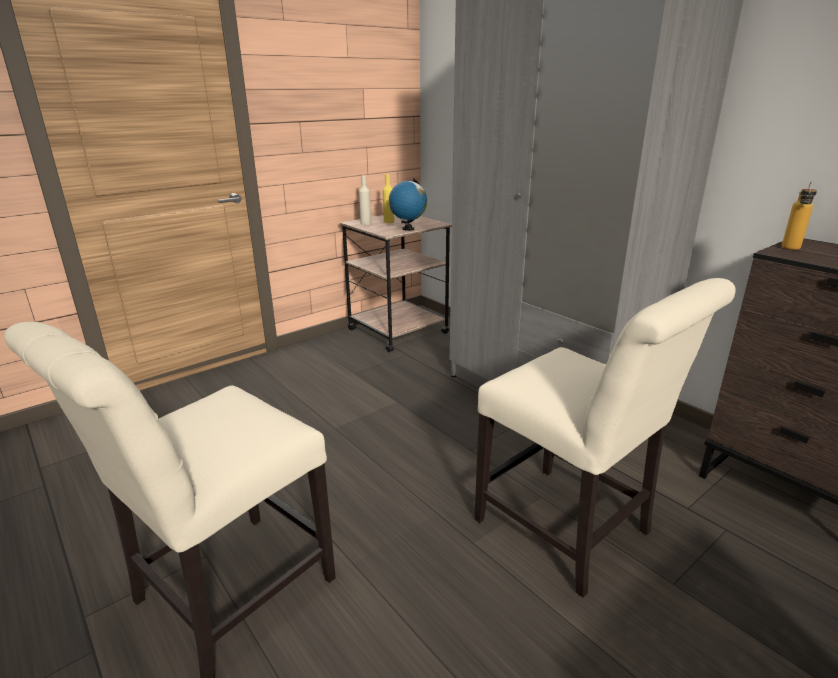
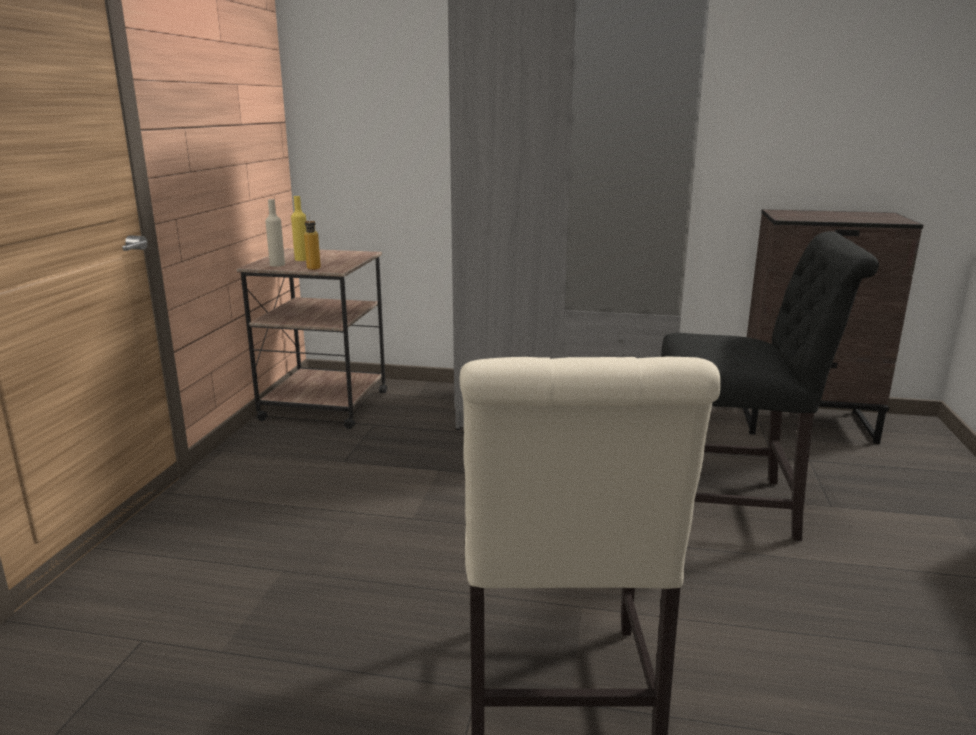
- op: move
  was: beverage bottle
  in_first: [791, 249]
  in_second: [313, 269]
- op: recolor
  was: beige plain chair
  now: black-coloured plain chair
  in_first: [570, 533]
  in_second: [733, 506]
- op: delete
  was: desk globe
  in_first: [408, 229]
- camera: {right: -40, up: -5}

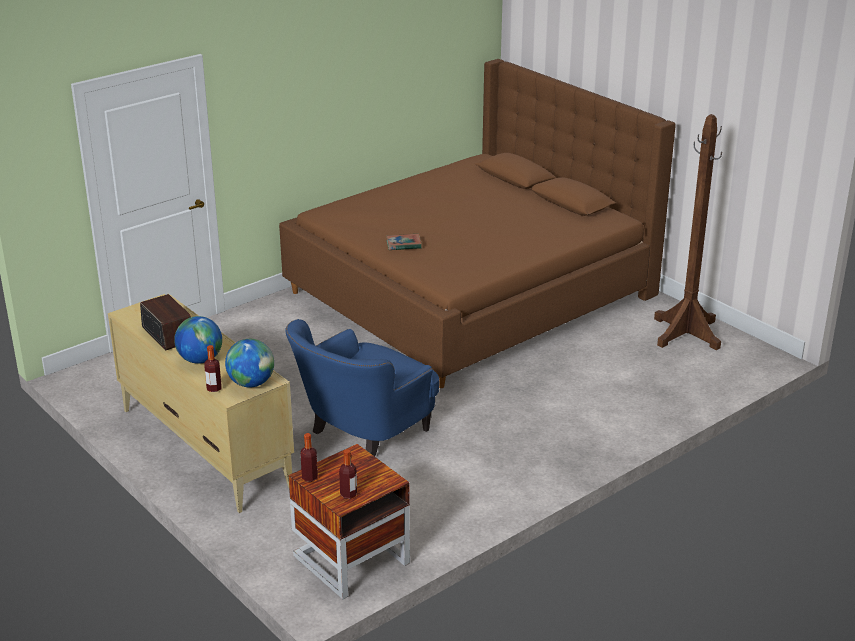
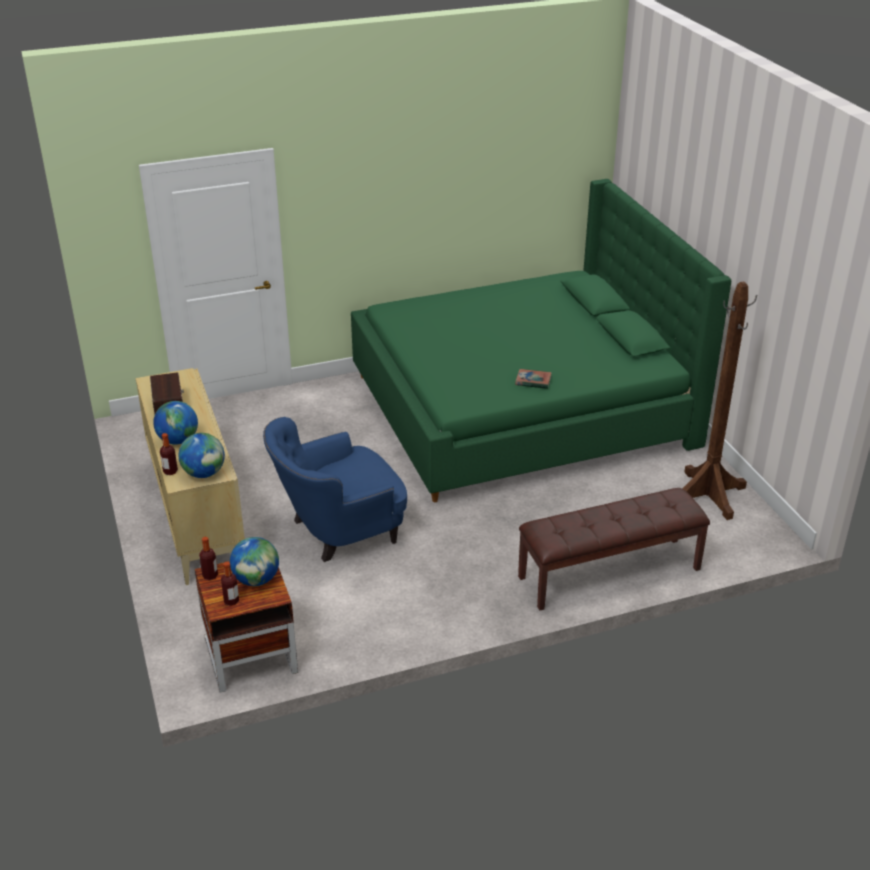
- op: insert
  now: desk globe
  in_second: [256, 580]
- op: recolor
  was: brownish bedroom bed
  now: green-coloured bedroom bed
  in_first: [472, 293]
  in_second: [523, 409]
- op: move
  was: bound book
  in_first: [403, 244]
  in_second: [533, 381]
- op: insert
  now: brownish indoor bench
  in_second: [609, 574]
- camera: {right: 20, up: 5}

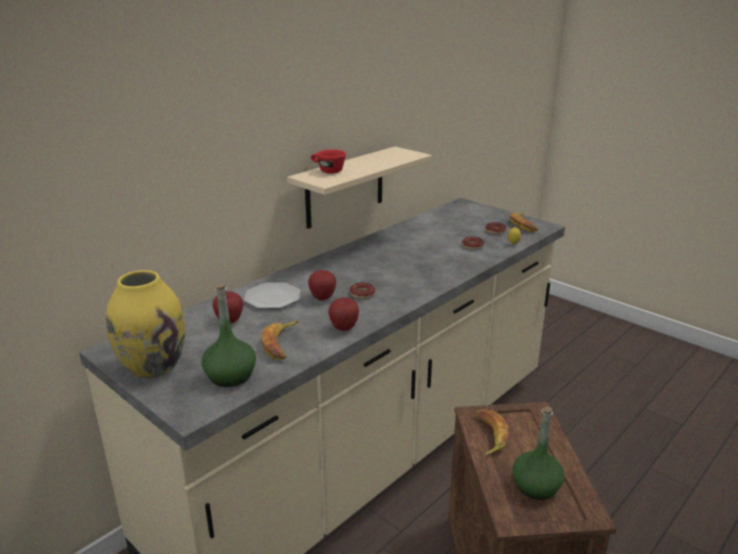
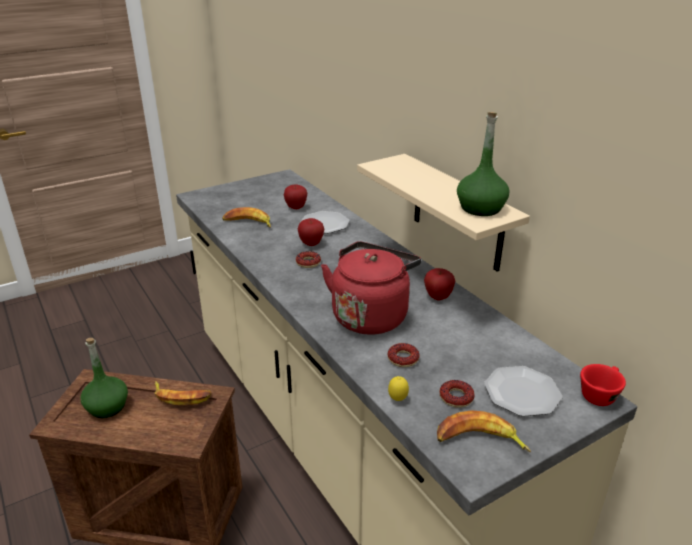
- op: insert
  now: reddish kettle
  in_second: [371, 315]
- op: move
  was: apple
  in_first: [344, 328]
  in_second: [438, 297]
- op: move
  was: green-coloured beverage bottle
  in_first: [230, 376]
  in_second: [480, 208]
- op: insert
  now: plate
  in_second: [521, 393]
- op: move
  was: reddish drinking cup
  in_first: [327, 171]
  in_second: [599, 394]
- op: delete
  was: yellow flower vase
  in_first: [153, 367]
- camera: {right: 105, up: 5}

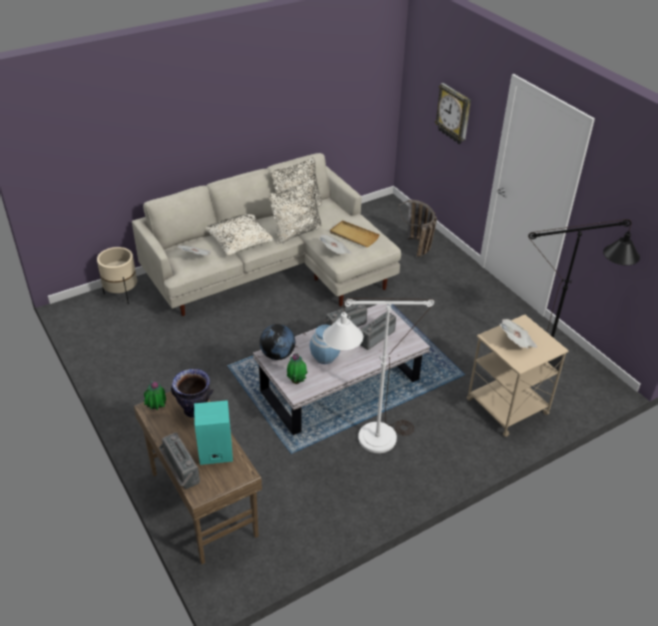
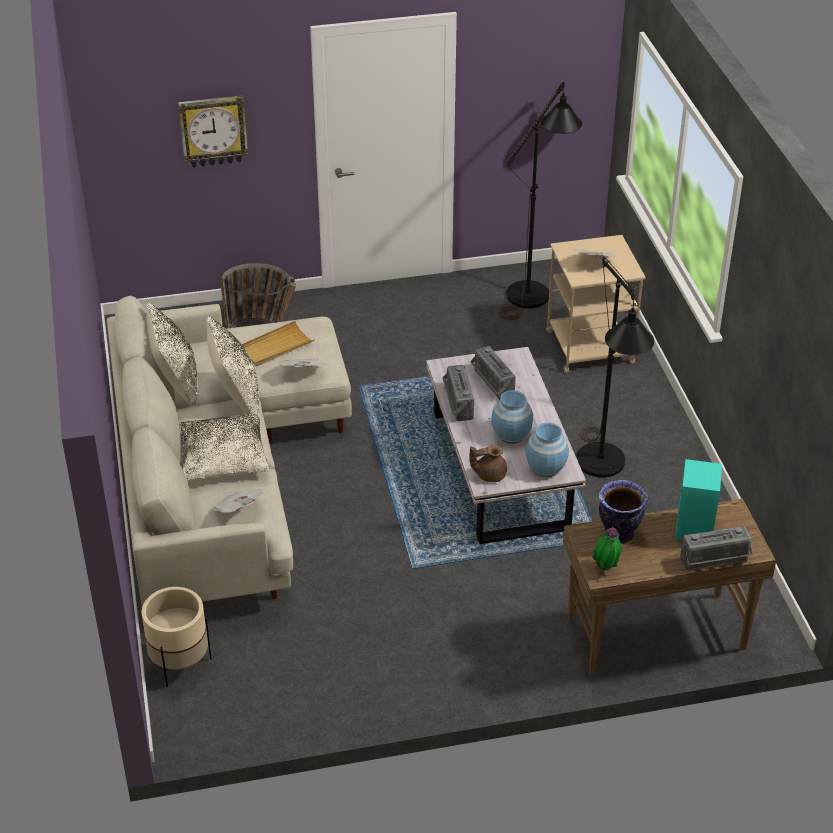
- op: replace
  was: desk globe
  now: brownish tea pot
  in_first: [277, 355]
  in_second: [489, 474]
- op: replace
  was: plant in a pot
  now: blue-coloured flower vase
  in_first: [297, 381]
  in_second: [546, 468]
- op: recolor
  was: whitish standard lamp
  now: black-coloured standard lamp
  in_first: [367, 442]
  in_second: [603, 470]
- camera: {right: -70, up: 0}

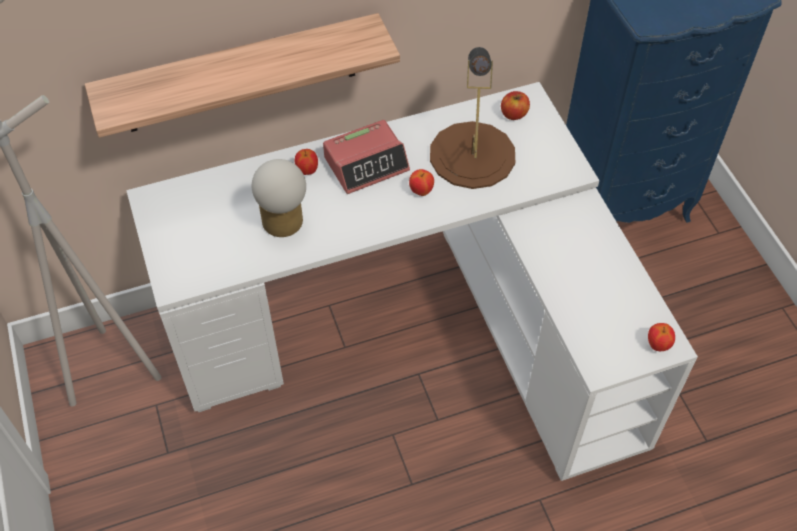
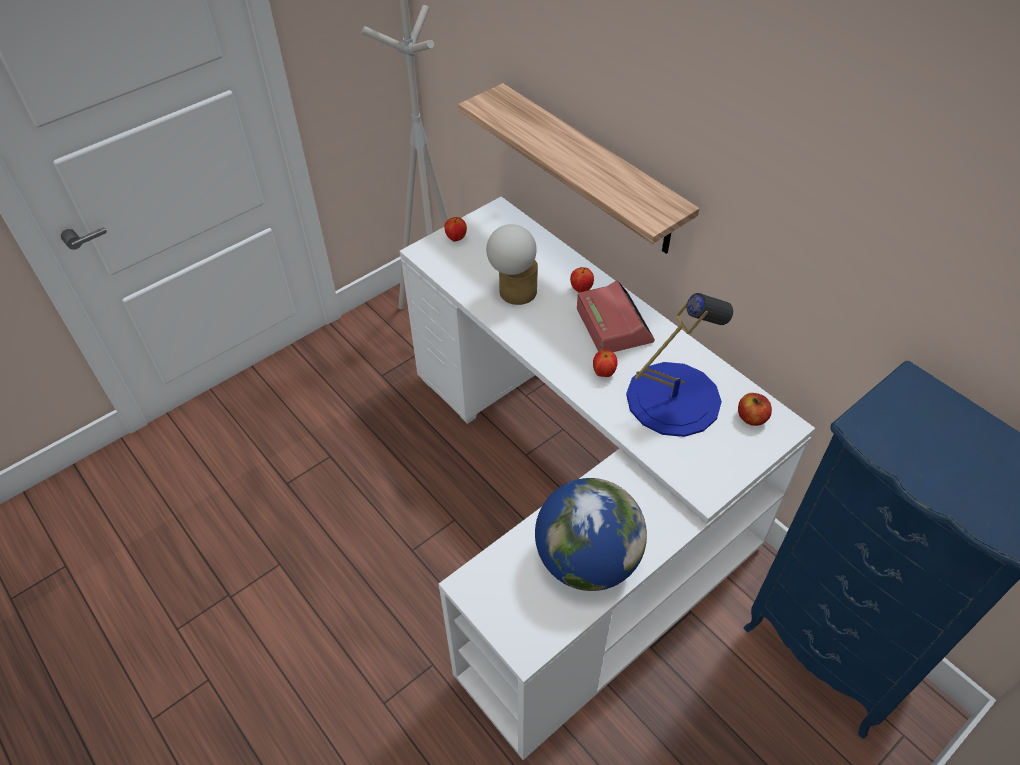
- op: move
  was: apple
  in_first: [658, 345]
  in_second: [456, 238]
- op: insert
  now: desk globe
  in_second: [587, 560]
- op: rotate
  was: bedside clock
  in_first: [366, 163]
  in_second: [613, 325]
  clockwise: -150
- op: recolor
  was: brownish tabletop lamp
  now: blue-coloured tabletop lamp
  in_first: [472, 155]
  in_second: [673, 398]
- camera: {right: 70, up: -5}

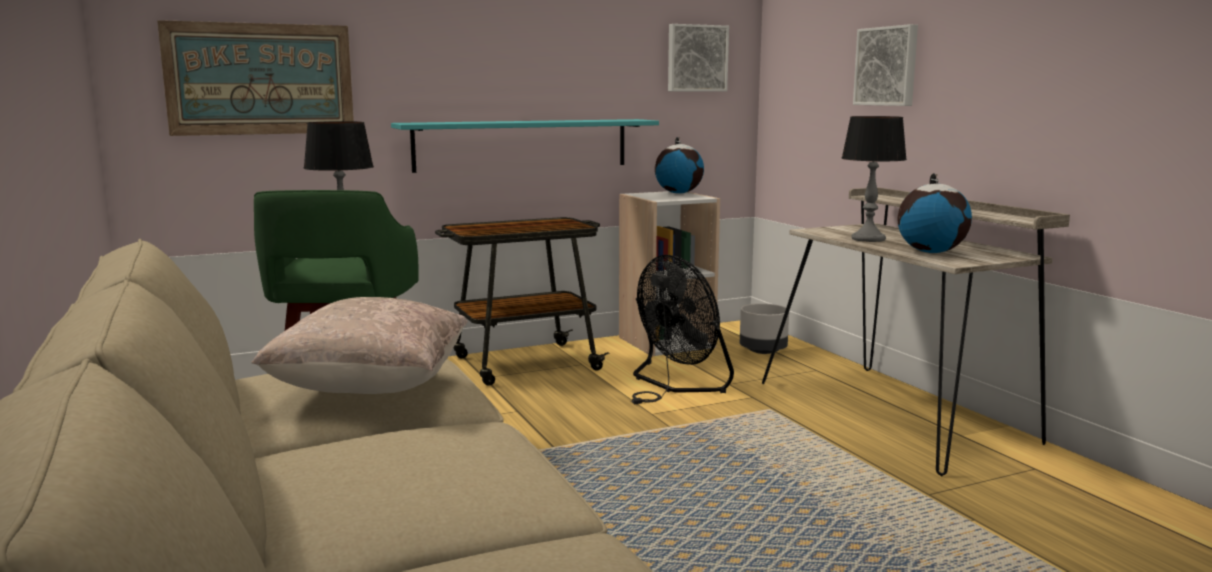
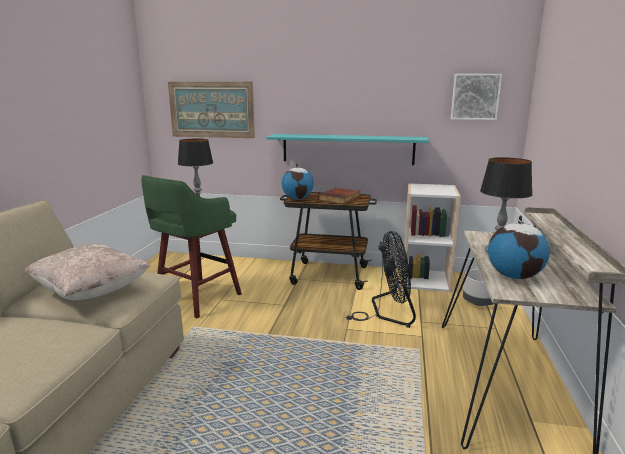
- op: move
  was: desk globe
  in_first: [678, 193]
  in_second: [298, 198]
- op: insert
  now: bound book
  in_second: [340, 198]
- op: delete
  was: wall art
  in_first: [887, 66]
- camera: {right: 35, up: 5}

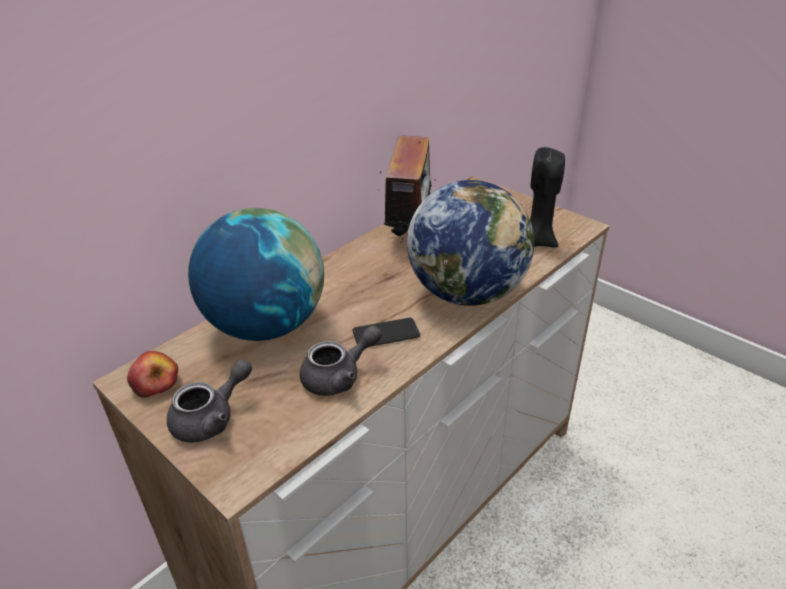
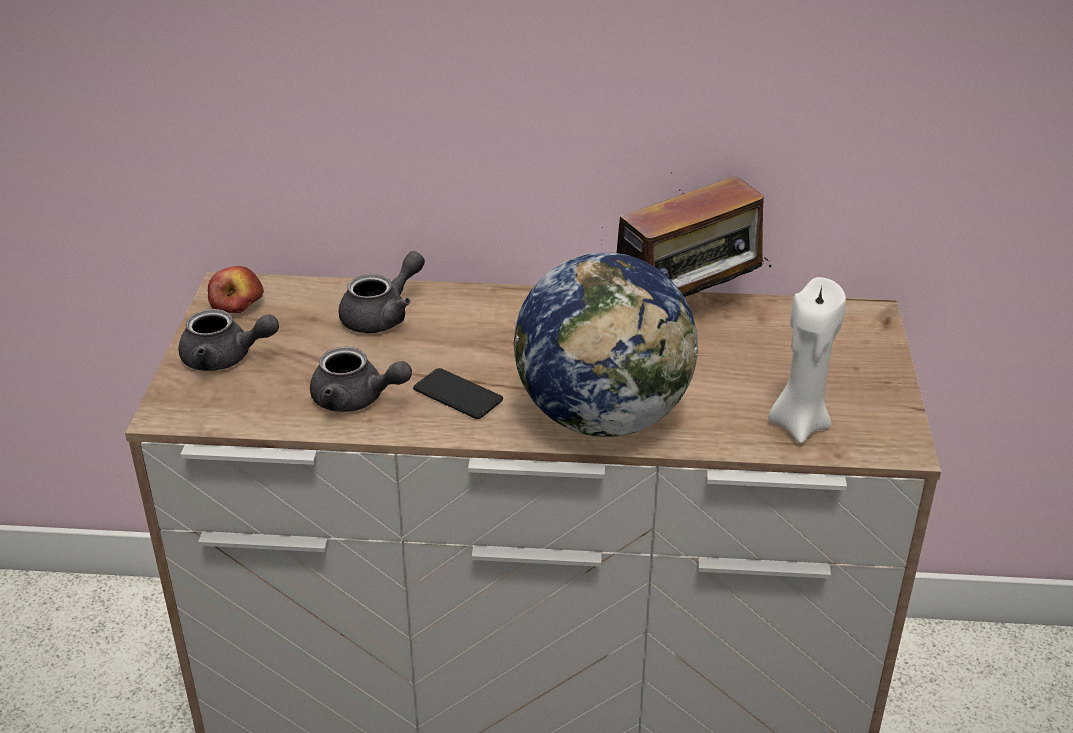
- op: replace
  was: desk globe
  now: grey tea pot
  in_first: [266, 325]
  in_second: [383, 315]
- op: recolor
  was: black-coloured wax candle
  now: whitish wax candle
  in_first: [537, 241]
  in_second: [798, 424]
- camera: {right: 50, up: 0}

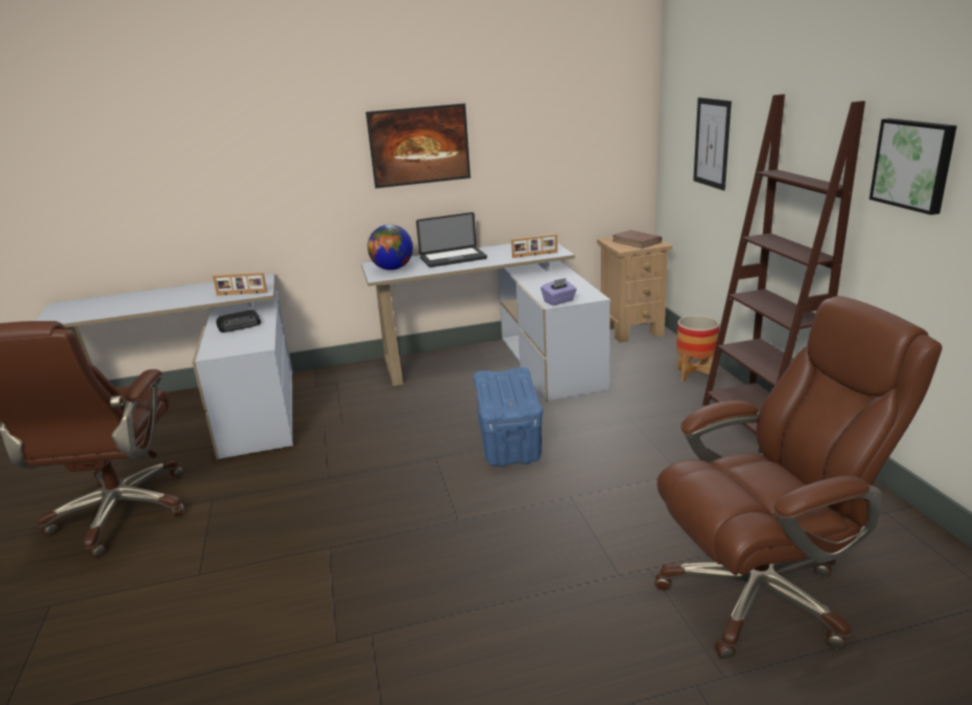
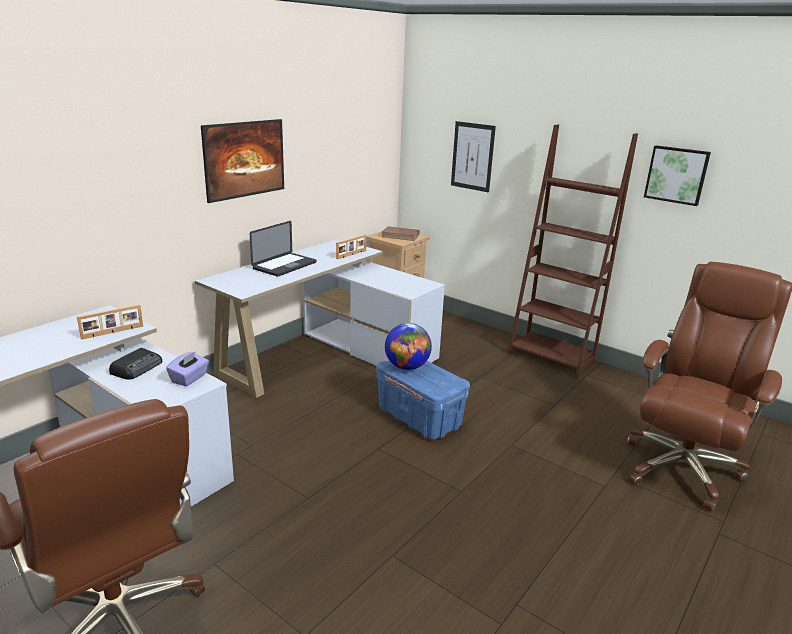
- op: move
  was: purple-coloured tissue box
  in_first: [559, 301]
  in_second: [189, 378]
- op: move
  was: desk globe
  in_first: [392, 269]
  in_second: [407, 367]
- op: delete
  was: planter
  in_first: [694, 375]
- camera: {right: -40, up: 0}

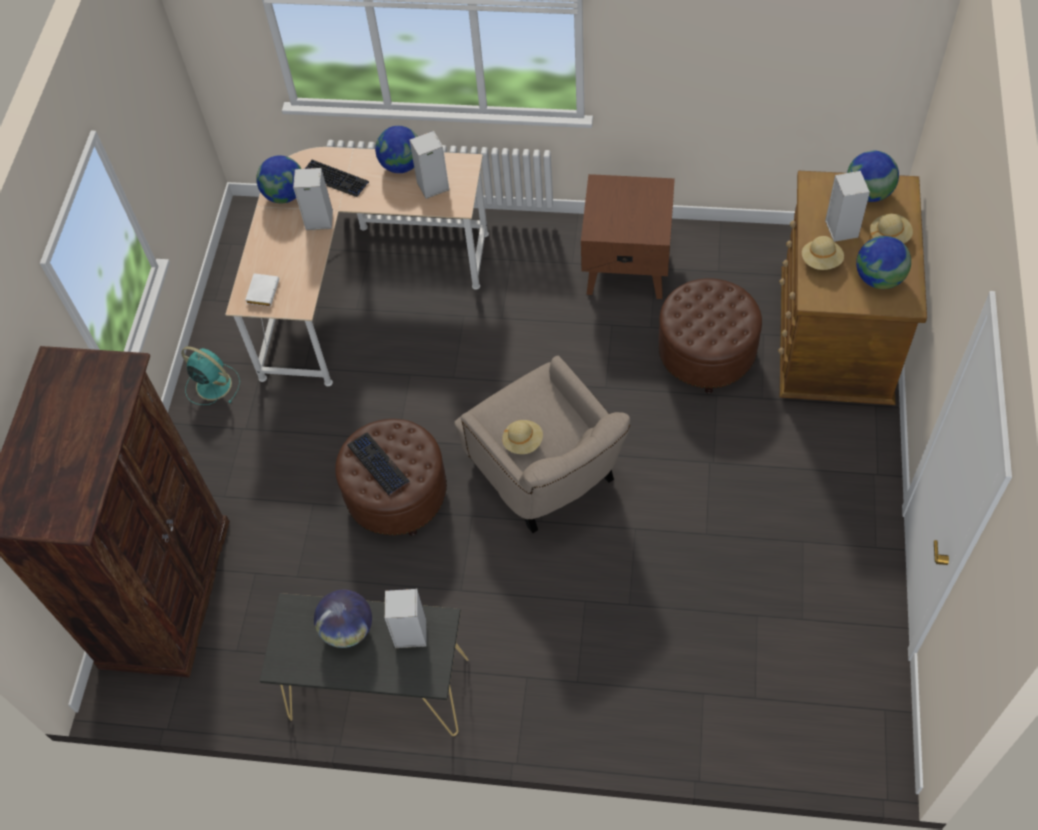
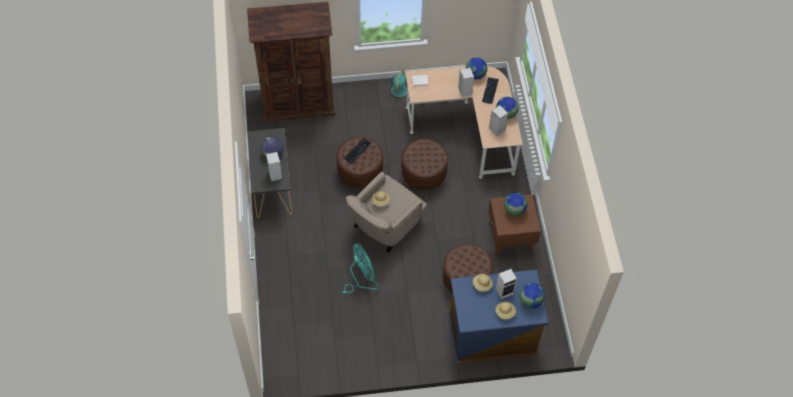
- op: insert
  now: turquoise-coloured cooling fan
  in_second: [360, 277]
- op: insert
  now: brownish pouffe
  in_second: [423, 174]
- op: recolor
  was: brownish drawer chest
  now: blue-coloured drawer chest
  in_first: [835, 340]
  in_second: [491, 336]
- op: move
  was: desk globe
  in_first: [879, 278]
  in_second: [514, 210]
- camera: {right: 70, up: 0}

